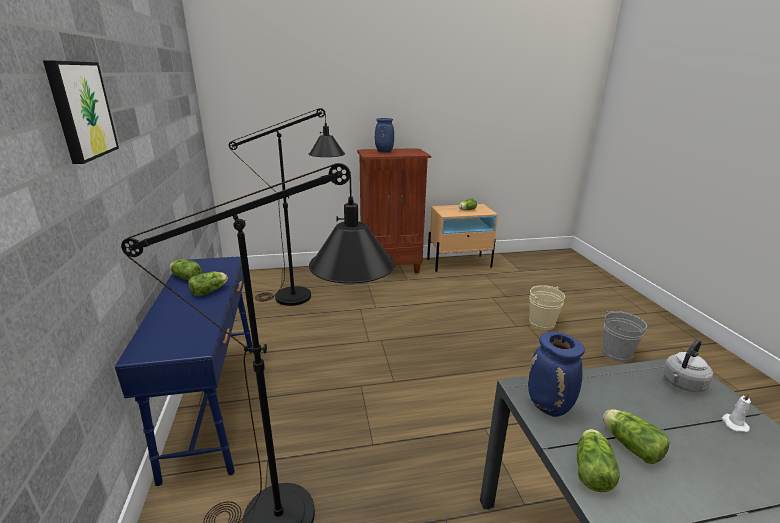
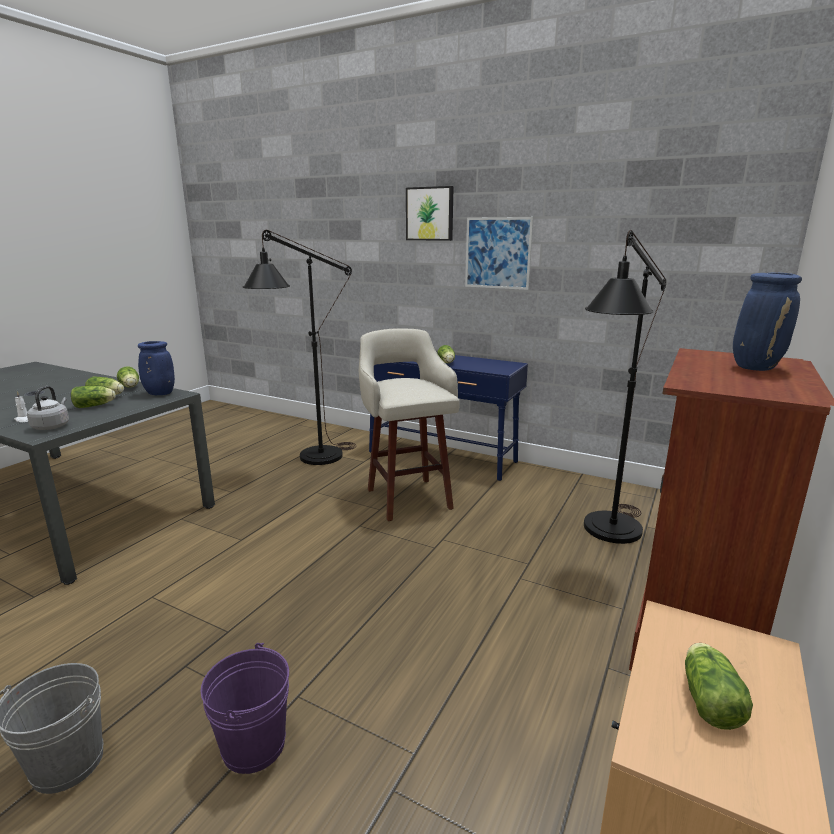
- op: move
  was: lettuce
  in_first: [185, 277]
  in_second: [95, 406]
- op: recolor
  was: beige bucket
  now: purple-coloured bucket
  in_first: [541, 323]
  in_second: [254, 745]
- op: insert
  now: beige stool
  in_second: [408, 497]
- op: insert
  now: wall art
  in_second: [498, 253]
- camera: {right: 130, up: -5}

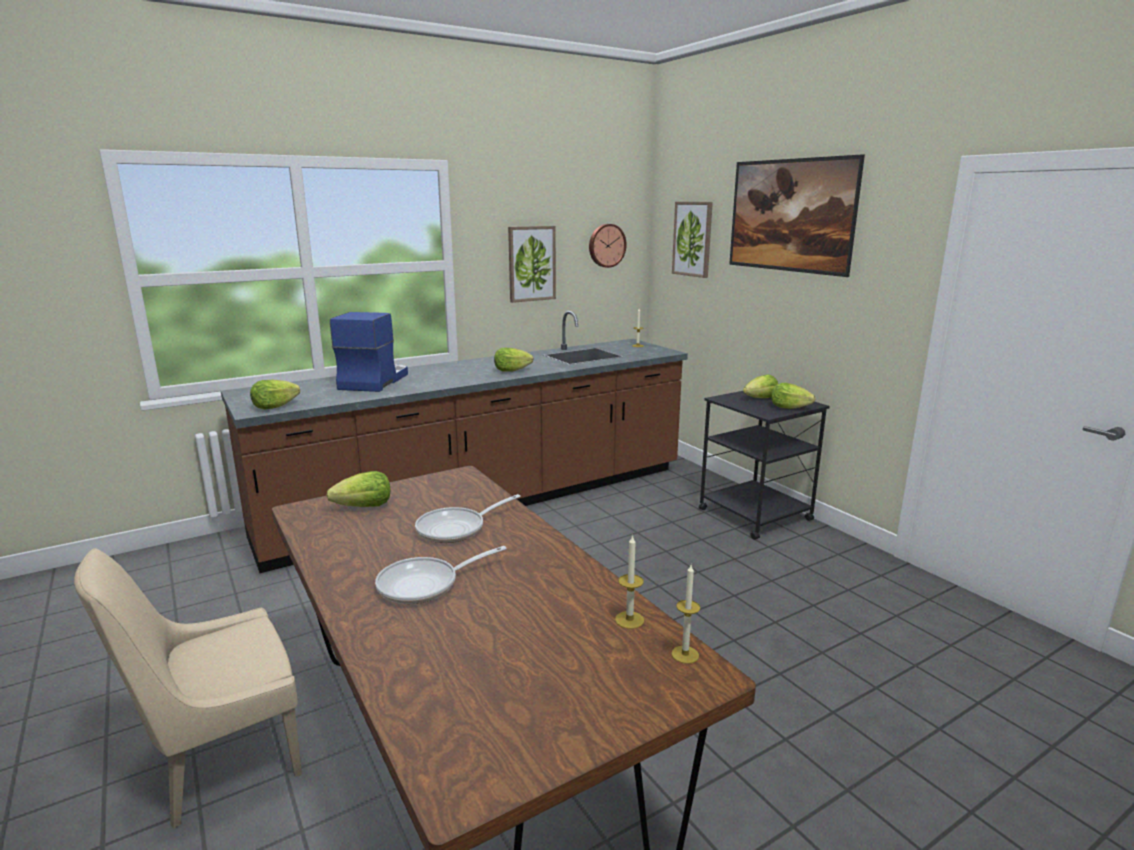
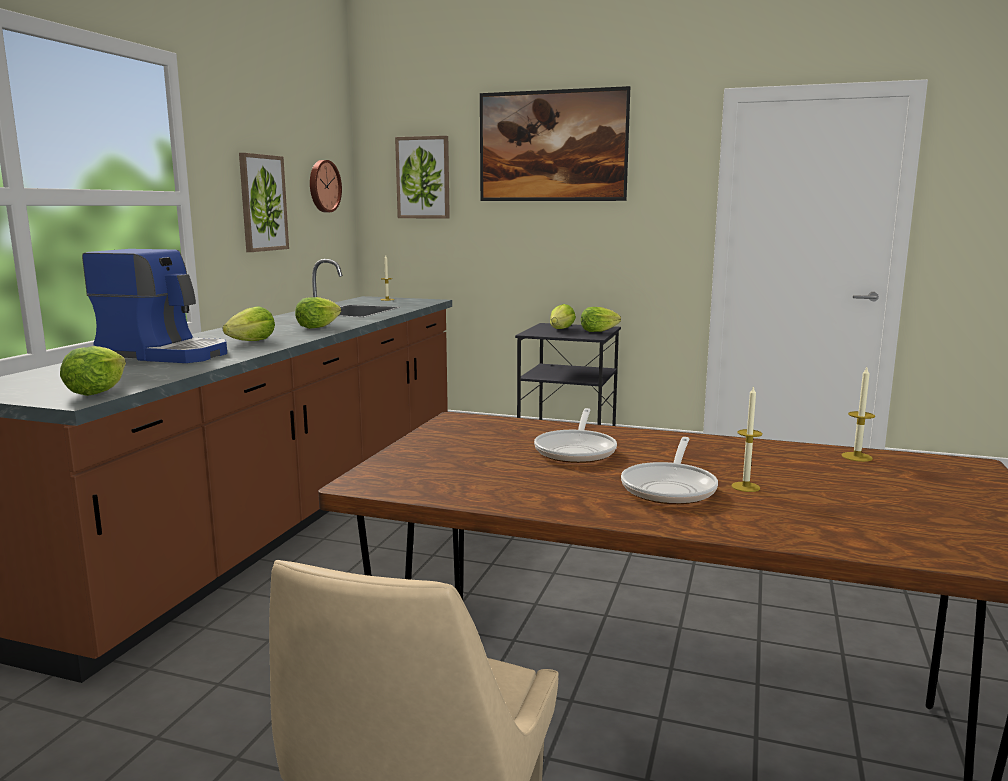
- op: rotate
  was: coffee machine
  in_first: [373, 381]
  in_second: [165, 354]
  clockwise: 135
- op: move
  was: lettuce
  in_first: [364, 507]
  in_second: [252, 342]
- op: move
  was: wax candle
  in_first: [685, 654]
  in_second: [745, 487]
- camera: {right: -40, up: -5}

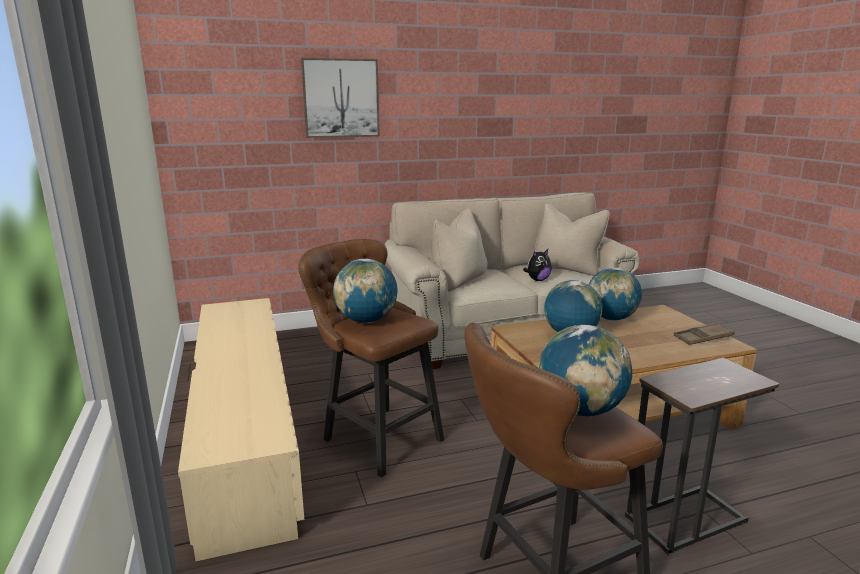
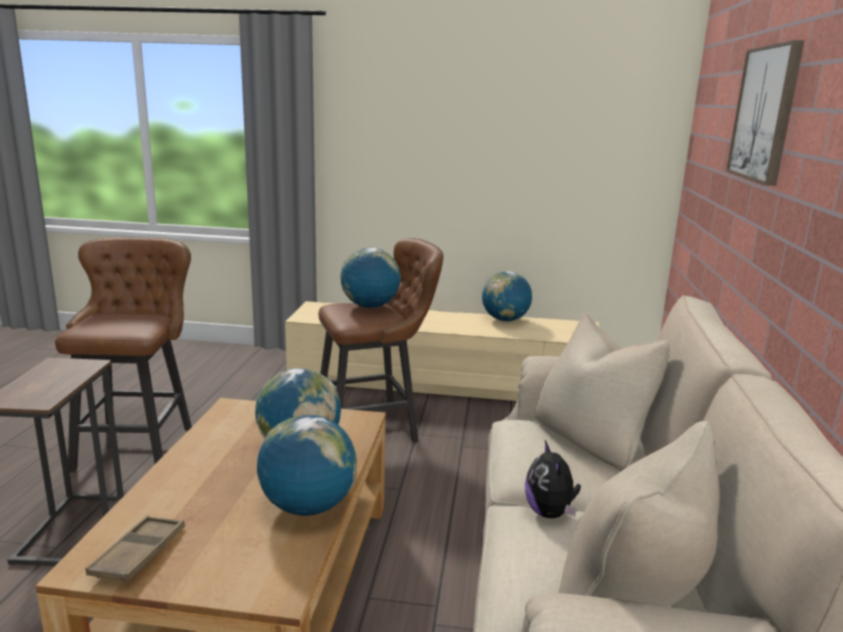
- op: move
  was: desk globe
  in_first: [580, 410]
  in_second: [505, 320]
- camera: {right: 115, up: 0}

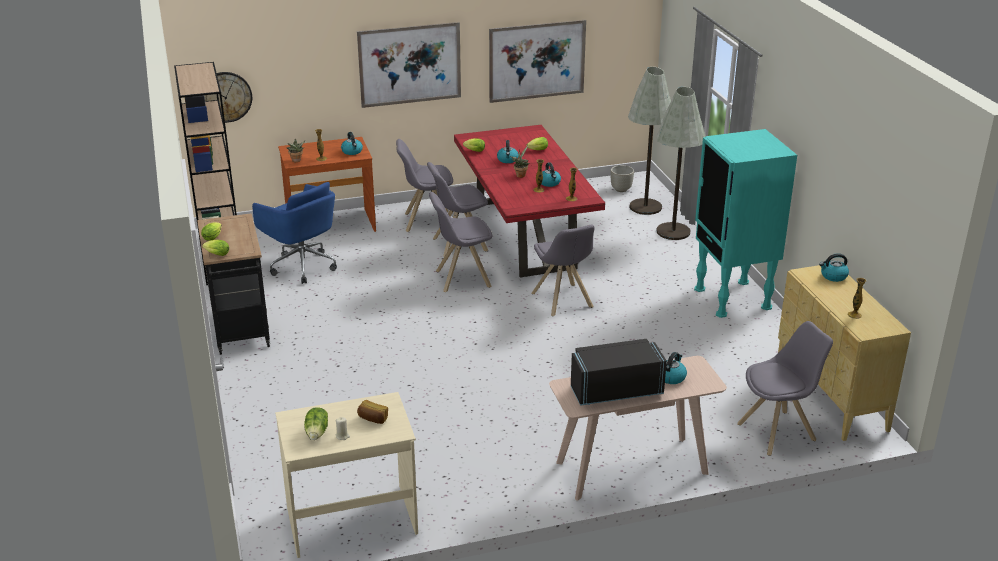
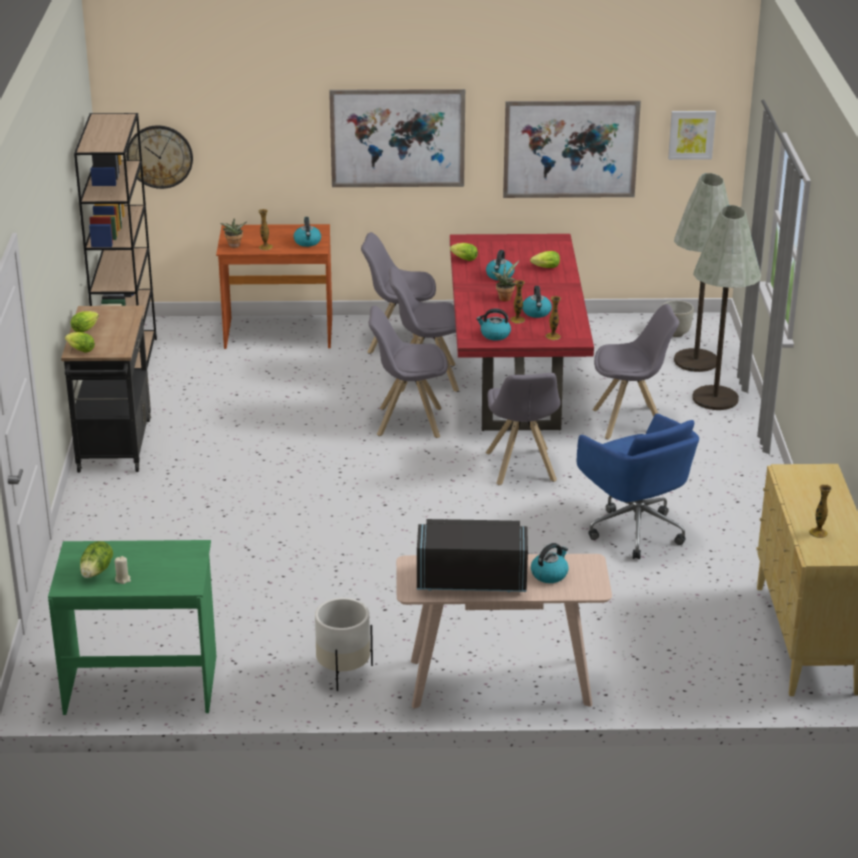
- op: recolor
  was: beige desk unit
  now: green-coloured desk unit
  in_first: [351, 519]
  in_second: [142, 683]
- op: insert
  now: whitish planter
  in_second: [343, 672]
- op: move
  was: kettle
  in_first: [833, 276]
  in_second: [494, 335]
- op: move
  was: blue-coloured office chair
  in_first: [301, 266]
  in_second: [633, 530]
- op: move
  was: grey plain chair
  in_first: [777, 432]
  in_second: [630, 422]
- op: insert
  now: wall art
  in_second: [691, 134]
- op: delete
  was: bakery bread
  in_first: [373, 419]
- op: delete
  was: turquoise-coloured cupboard
  in_first: [731, 298]
- camera: {right: 15, up: 0}

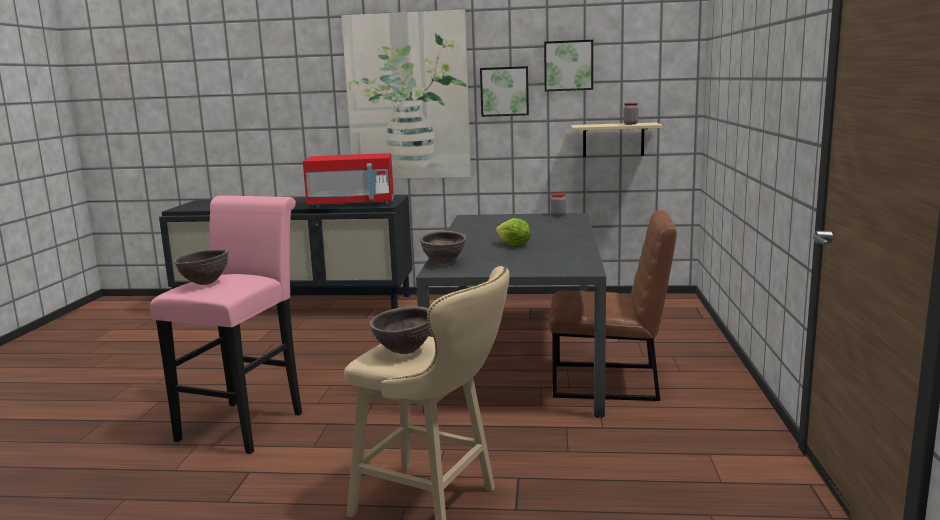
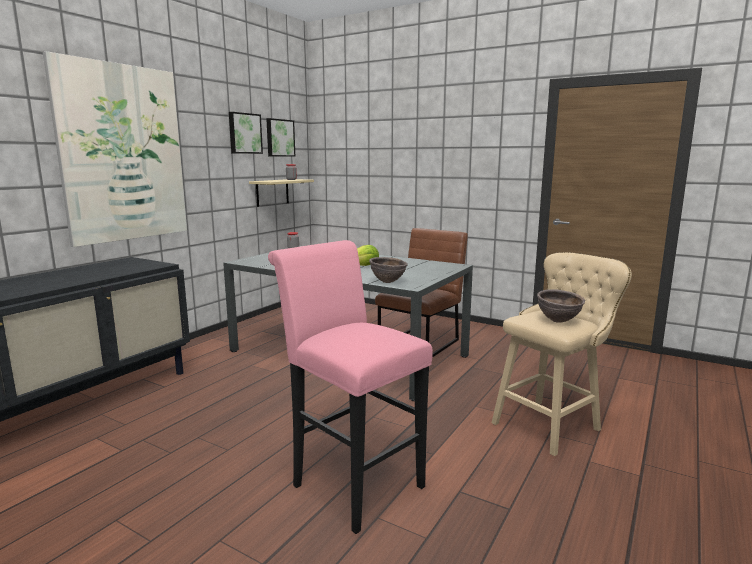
- op: move
  was: wall art
  in_first: [504, 91]
  in_second: [279, 138]
- op: delete
  was: brownish serving bowl
  in_first: [204, 283]
- op: delete
  was: reddish microwave
  in_first: [352, 204]
- camera: {right: -65, up: 0}

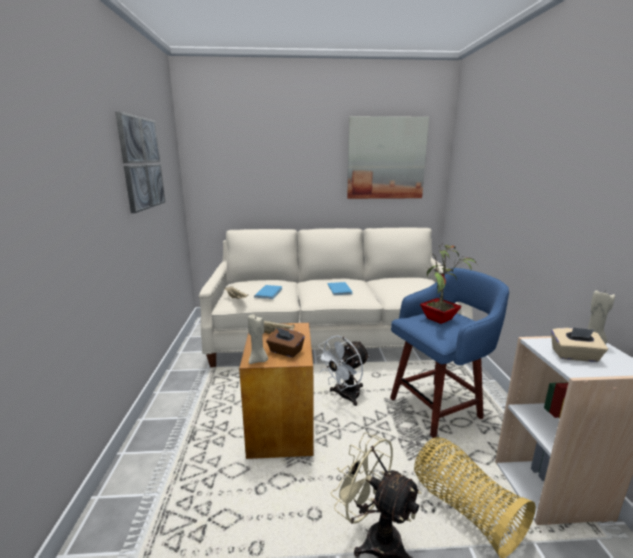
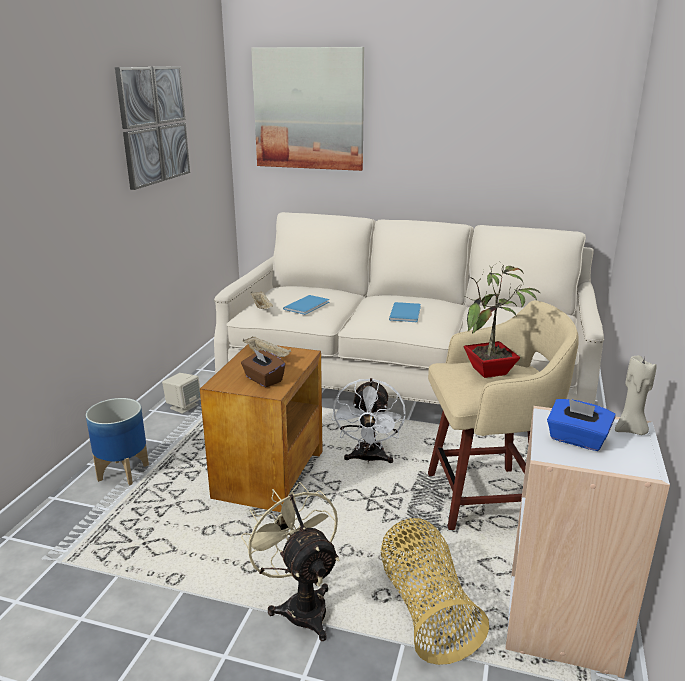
- op: insert
  now: planter
  in_second: [123, 472]
- op: insert
  now: beige speaker
  in_second: [183, 406]
- op: move
  was: wall art
  in_first: [386, 158]
  in_second: [308, 109]
- op: rotate
  was: whitish cooling fan
  in_first: [344, 397]
  in_second: [368, 459]
  clockwise: -60
- op: recolor
  was: blue-coloured stool
  now: beige stool
  in_first: [437, 407]
  in_second: [486, 497]
- op: recolor
  was: beige tissue box
  now: blue-coloured tissue box
  in_first: [574, 356]
  in_second: [577, 440]
- op: delete
  was: beige wax candle
  in_first: [258, 360]
- camera: {right: 20, up: 5}

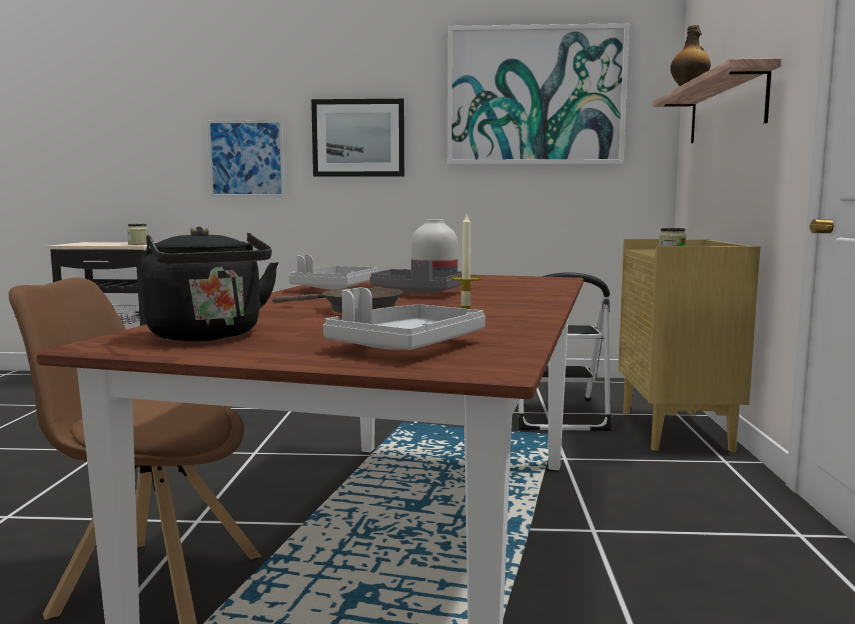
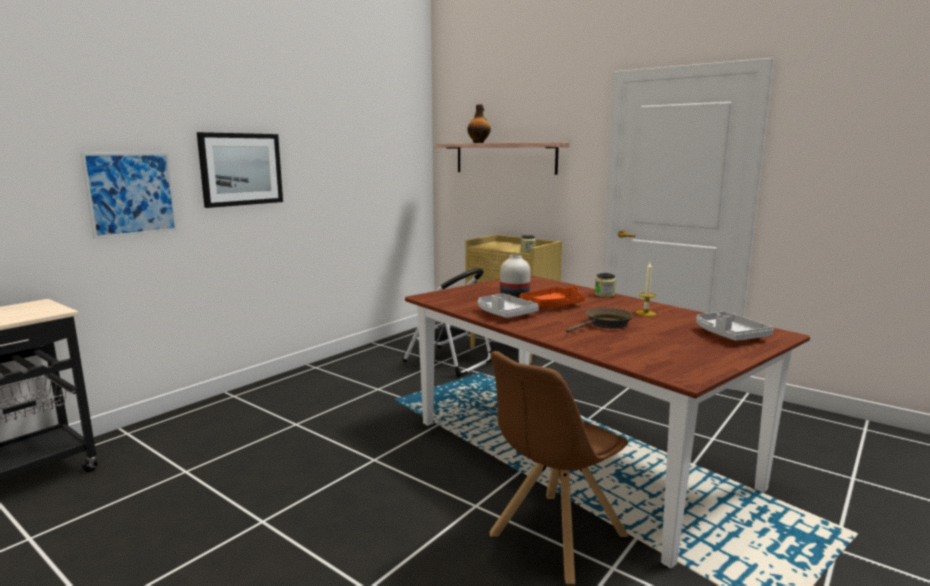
- op: recolor
  was: grey tray
  now: orange tray
  in_first: [417, 293]
  in_second: [552, 305]
- op: move
  was: jar
  in_first: [138, 244]
  in_second: [604, 295]
- op: delete
  was: black-coloured kettle
  in_first: [209, 336]
- op: delete
  was: wall art
  in_first: [535, 96]
- camera: {right: -55, up: 5}

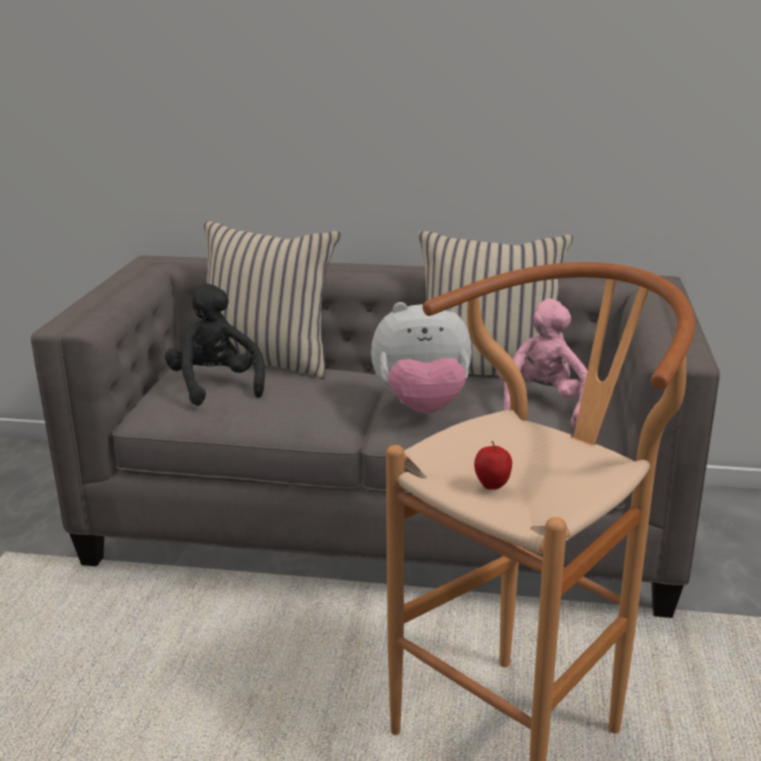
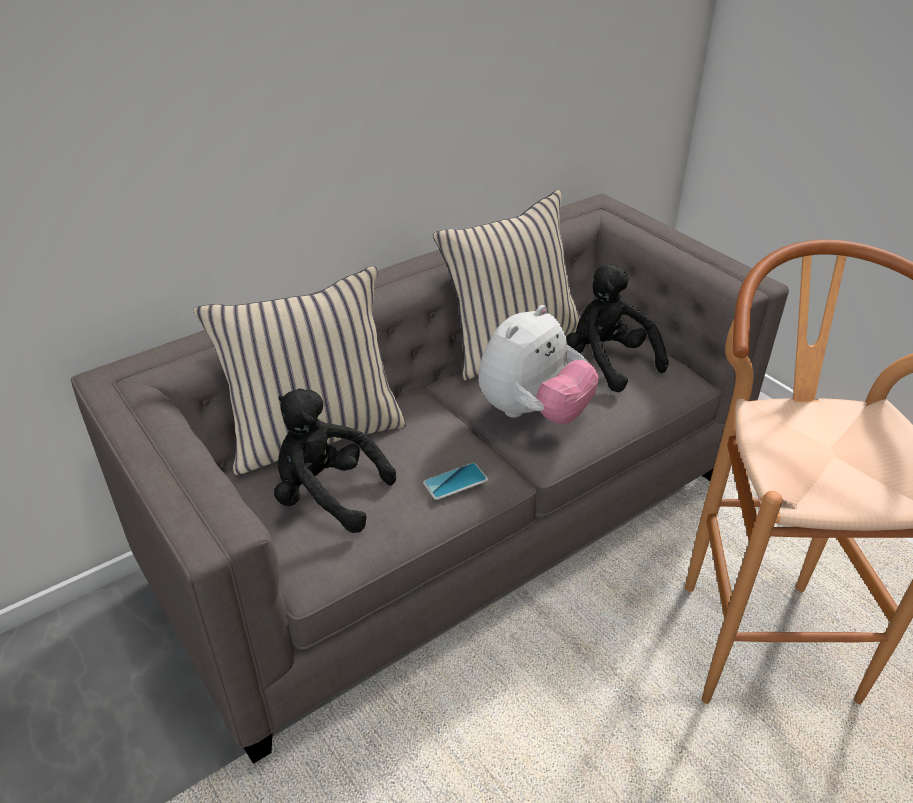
- op: insert
  now: phone
  in_second: [455, 482]
- op: recolor
  was: pink plush toy
  now: black-coloured plush toy
  in_first: [541, 406]
  in_second: [608, 362]
- op: delete
  was: apple
  in_first: [492, 487]
- camera: {right: -45, up: 15}

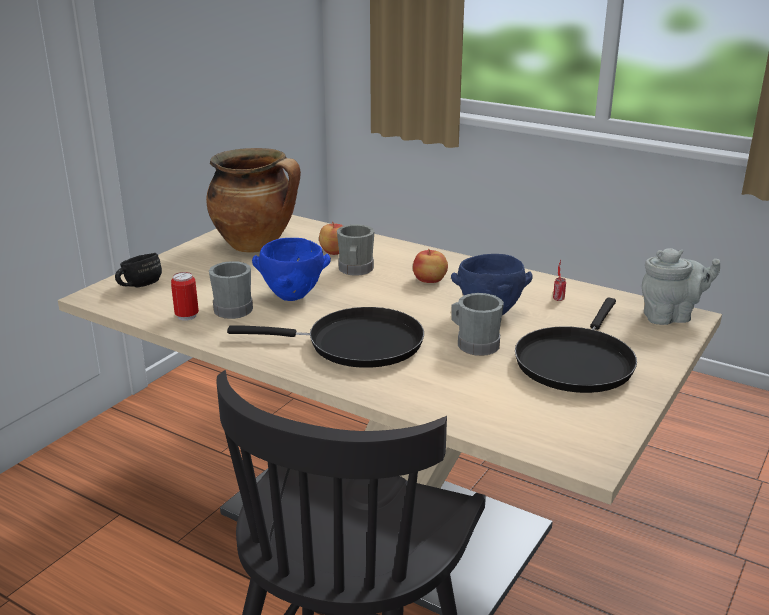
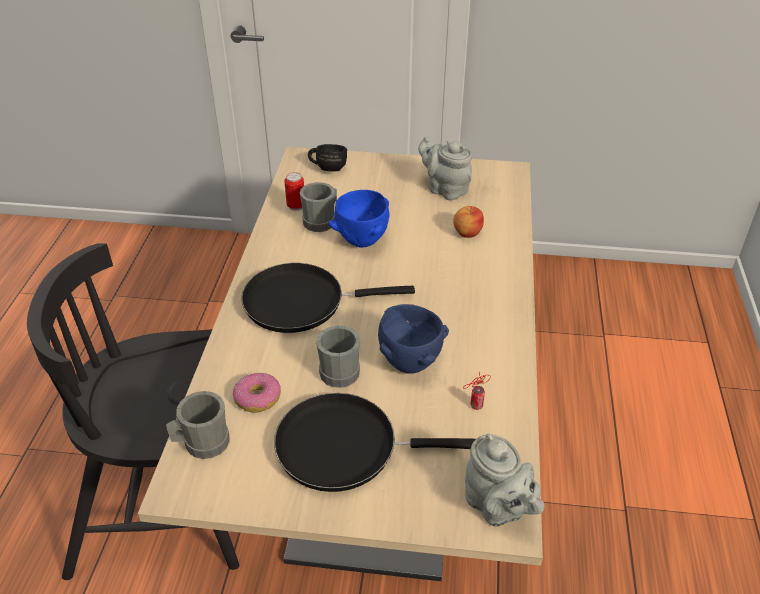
- op: move
  was: grey mug
  in_first: [355, 270]
  in_second: [202, 443]
- op: insert
  now: ring doughnut
  in_second: [258, 398]
- op: rotate
  was: black-coloured frying pan
  in_first: [356, 344]
  in_second: [301, 302]
  clockwise: 105
- op: replace
  was: saucepot
  now: grey tea pot
  in_first: [256, 245]
  in_second: [445, 189]
- op: delete
  was: apple
  in_first: [430, 280]
- camera: {right: 65, up: 15}

